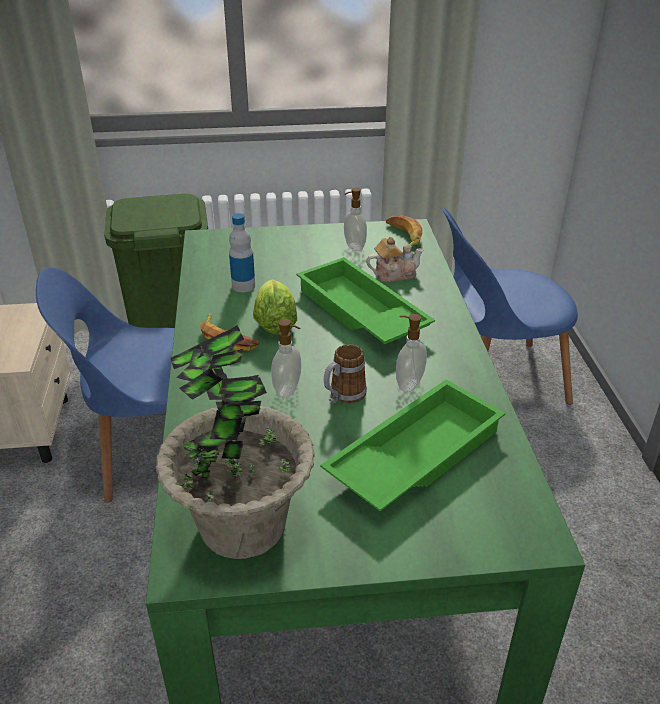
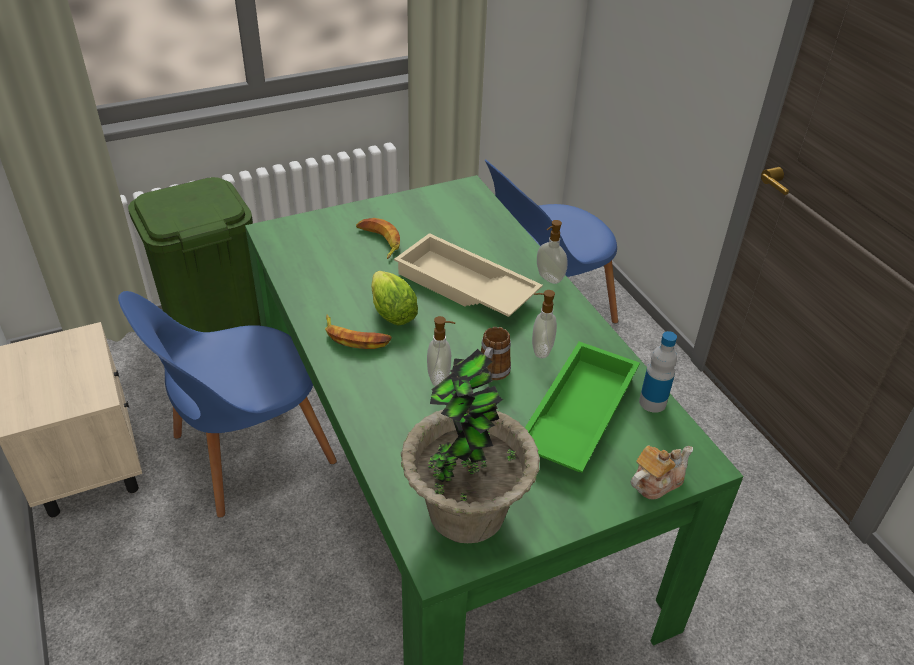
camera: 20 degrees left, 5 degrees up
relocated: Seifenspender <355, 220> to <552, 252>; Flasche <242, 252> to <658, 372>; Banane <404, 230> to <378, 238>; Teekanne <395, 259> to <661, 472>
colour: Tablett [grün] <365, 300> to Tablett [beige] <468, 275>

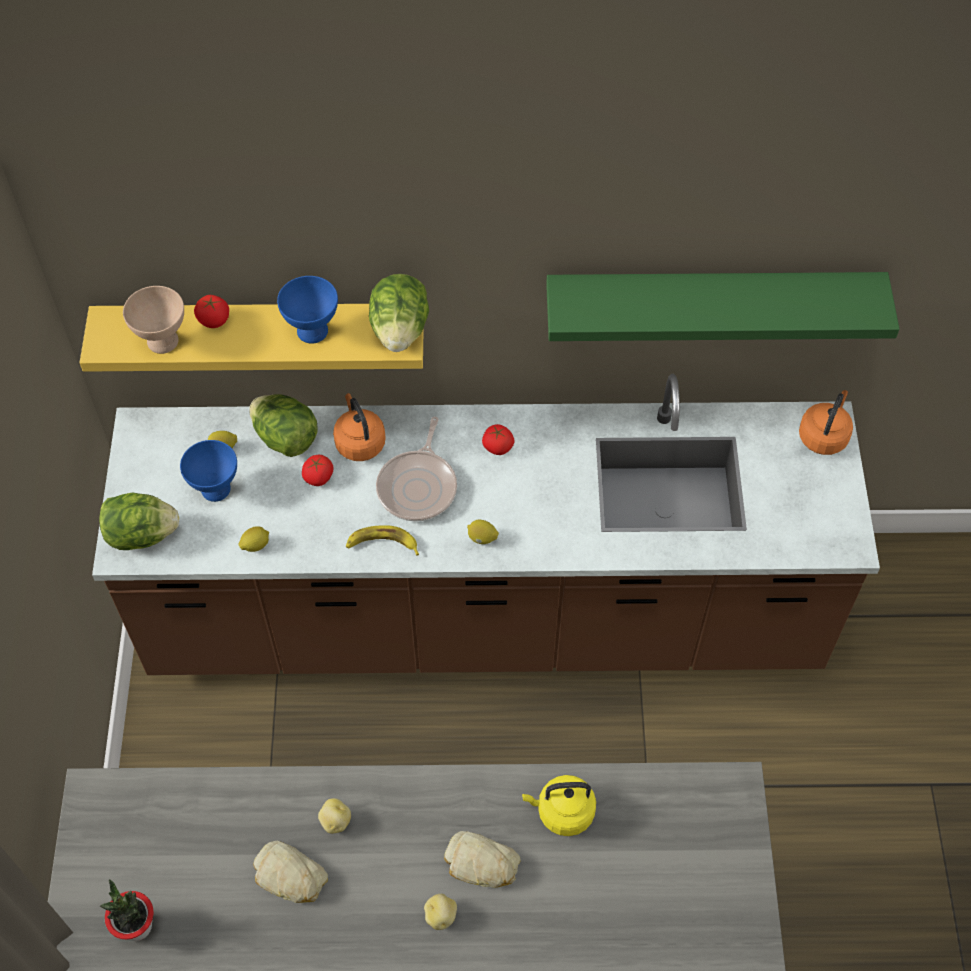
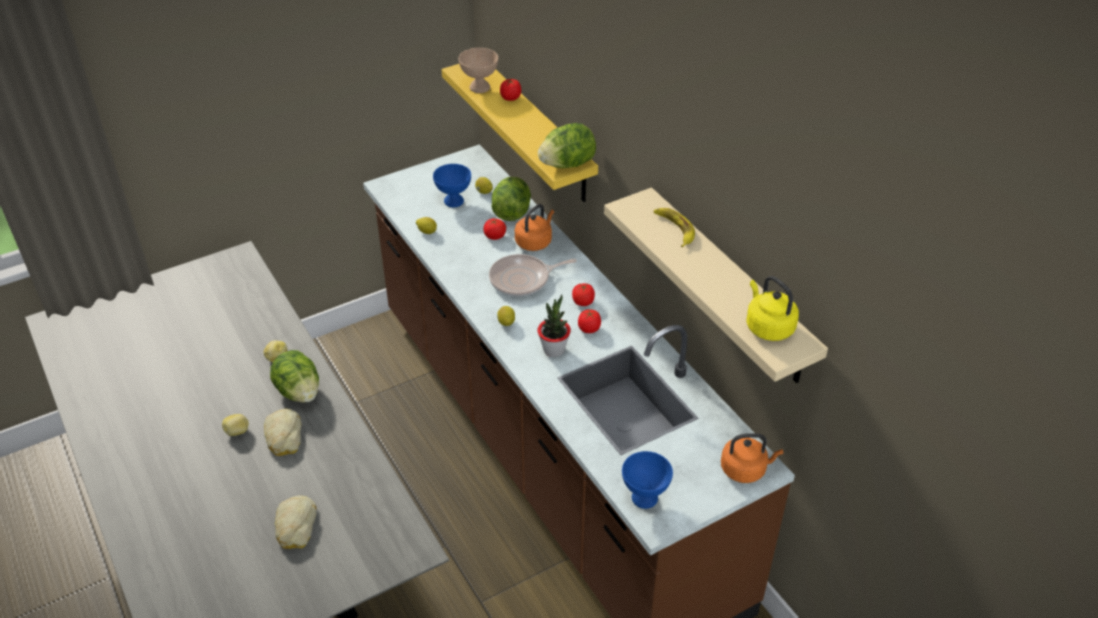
camera: 60 degrees right, 15 degrees down
appeared: Tomate <589, 321>
relocated: Schüssel [blau] <307, 310> to <647, 480>; Salatkopf <139, 521> to <294, 376>; Banane <382, 540> to <674, 227>; Wasserkessel [gelb] <559, 805> to <772, 308>; Brot <290, 872> to <295, 522>; Topfpflanze <126, 910> to <554, 325>
colour: Wandregal [grün] <723, 306> to Wandregal [beige] <716, 285>

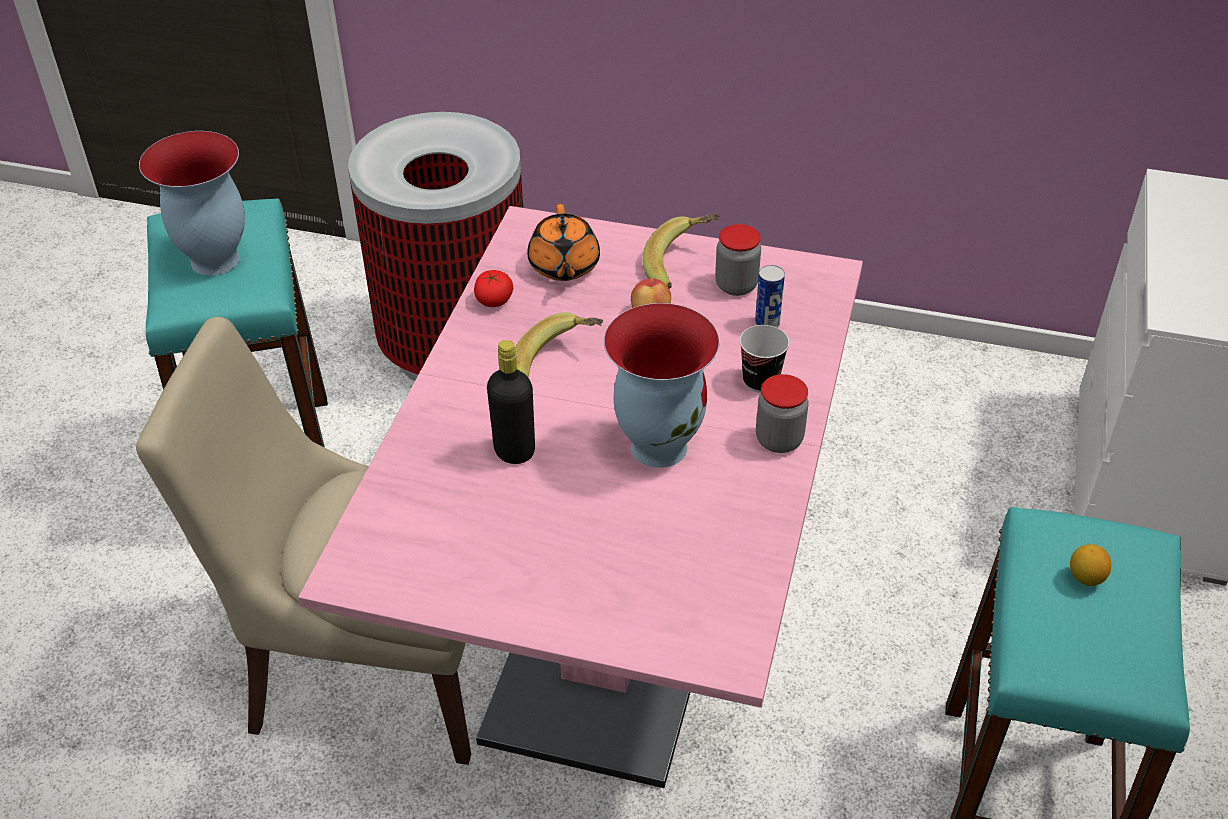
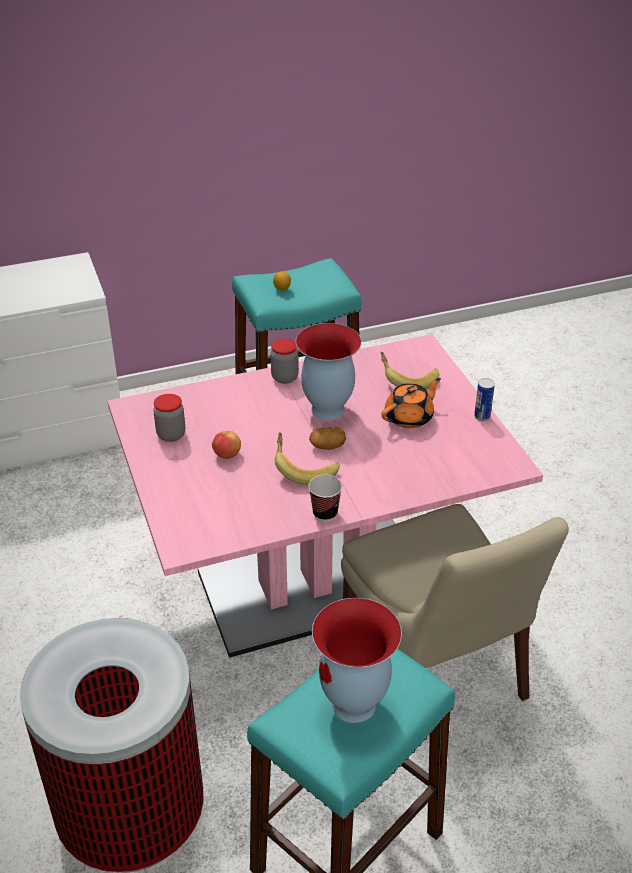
camera: 125 degrees left, 5 degrees down
missing: Tomate <493, 288>; Flasche [schwarz] <511, 402>
appeared: Kartoffel <327, 438>
relocated: Teekanne [orange] <563, 242> to <411, 403>; Banane <681, 251> to <409, 371>; Dose <770, 296> to <484, 399>; Tasse <764, 359> to <325, 498>

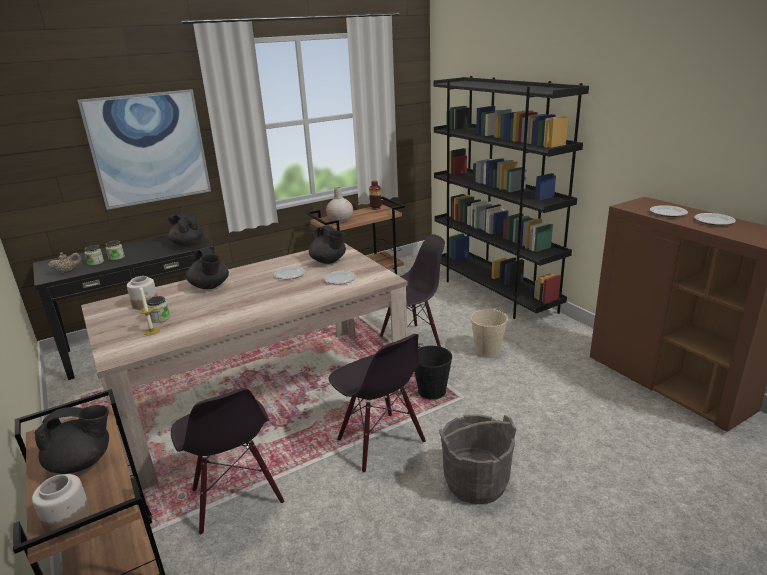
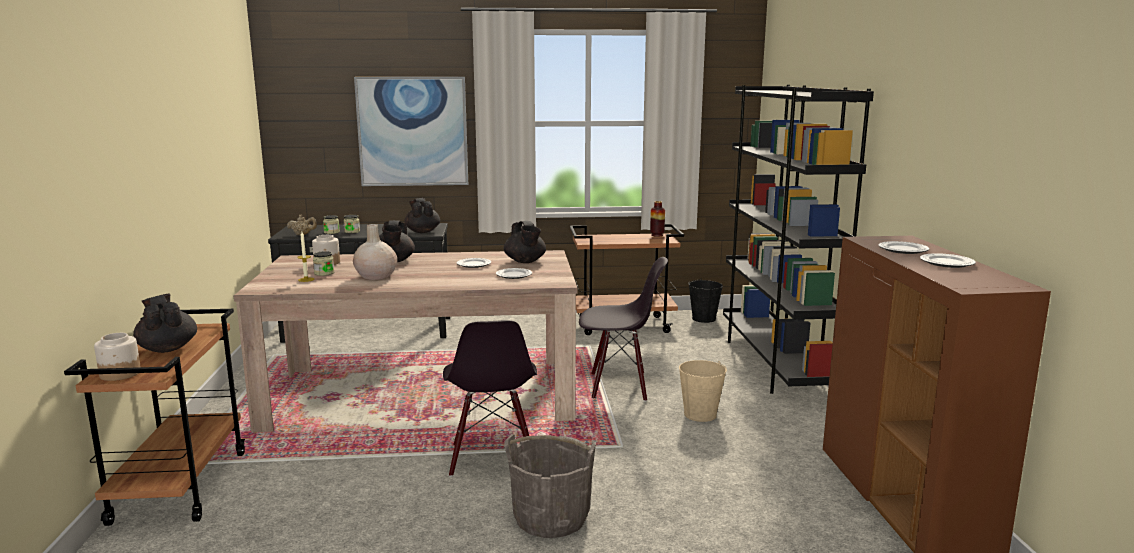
camera: 25 degrees right, 10 degrees down
missing: Stuhl [schwarz] <227, 461>
relocated: Vase [beige] <339, 205> to <375, 252>; Eimer [schwarz] <433, 373> to <705, 301>
spun: Teekanne [schwarz] <72, 439> = <165, 323> 135 degrees counterclockwise

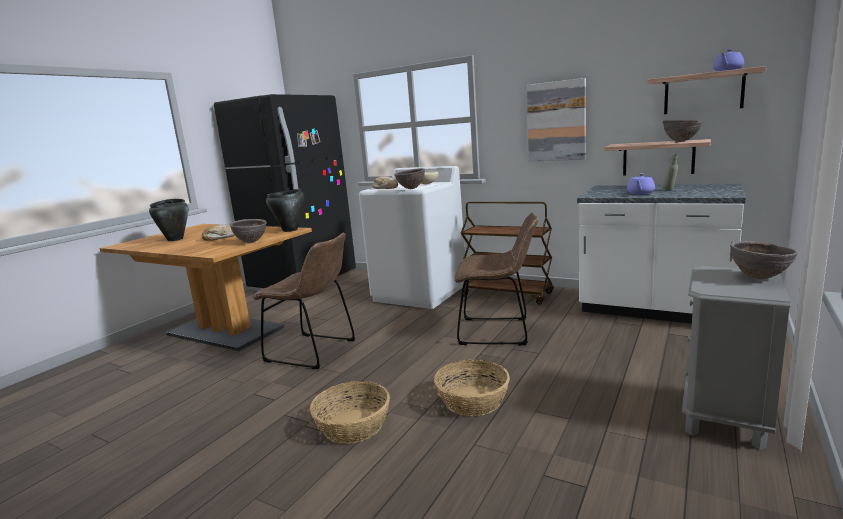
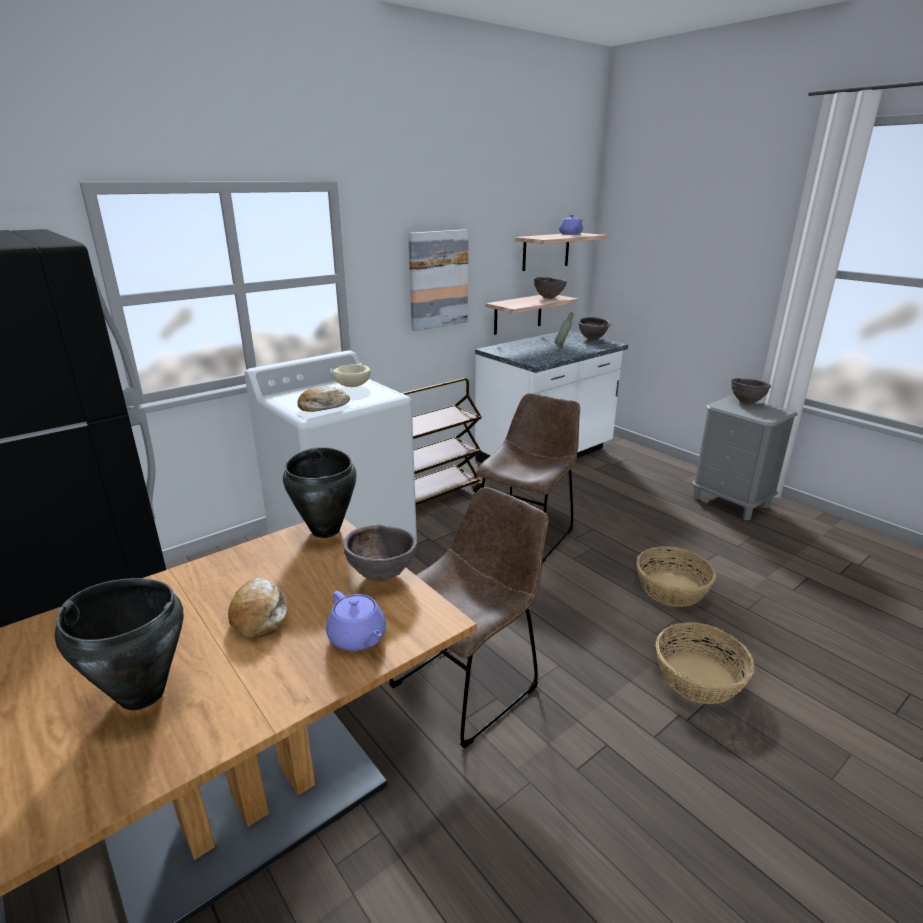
camera: 70 degrees left, 10 degrees up
relocated: Schüssel [braun] <409, 178> to <594, 328>; Teekanne [lila] <641, 184> to <356, 621>

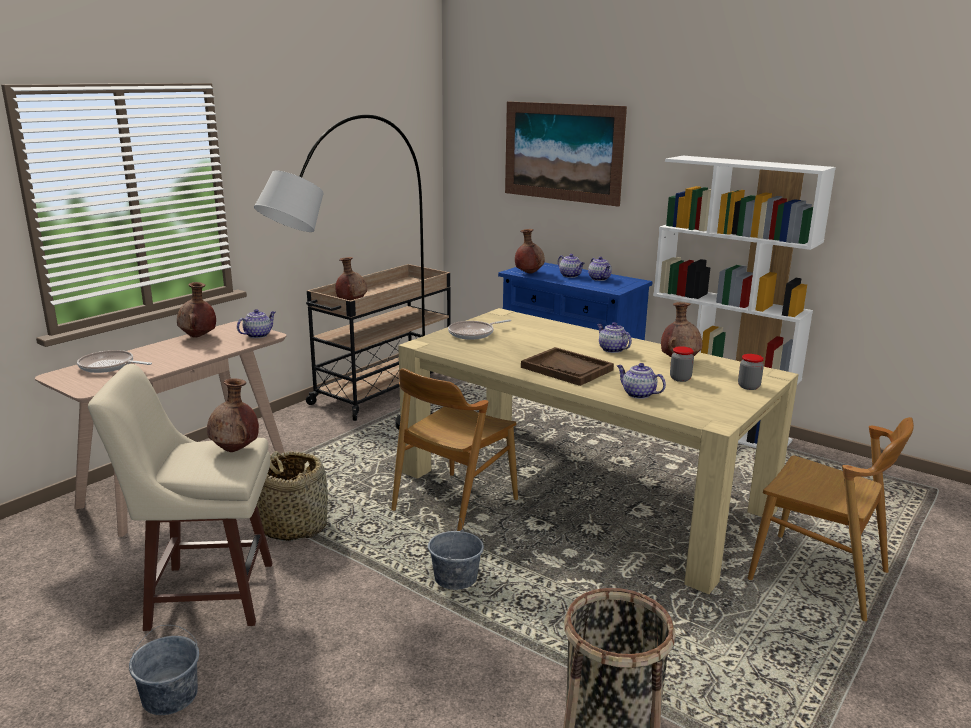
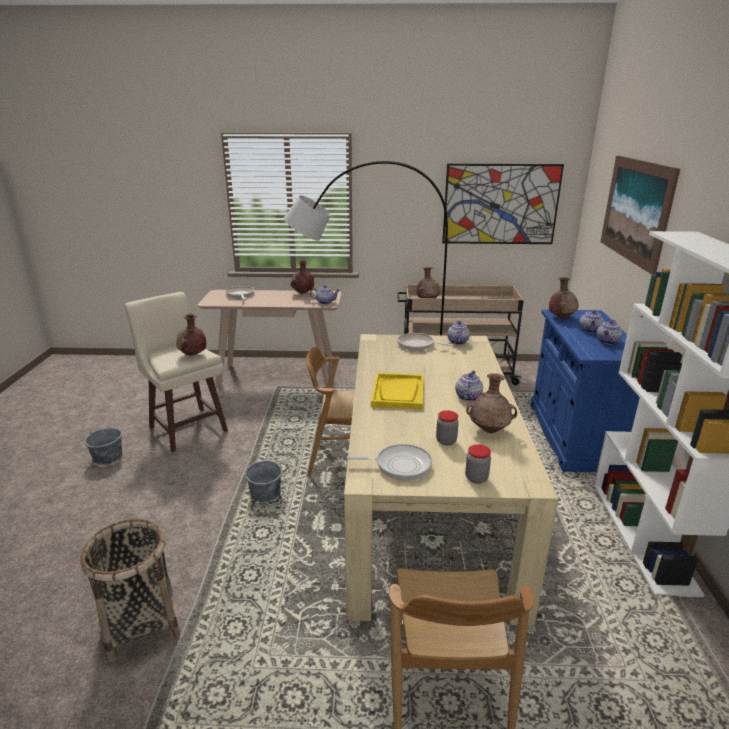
camera: 55 degrees right, 5 degrees up
missing: Korb <292, 496>
appeared: Bild <503, 204>; Pfanne <389, 462>
relocated: Teekanne <641, 381> to <458, 333>
colour: Tablett [braun] <567, 366> to Tablett [gelb] <397, 391>

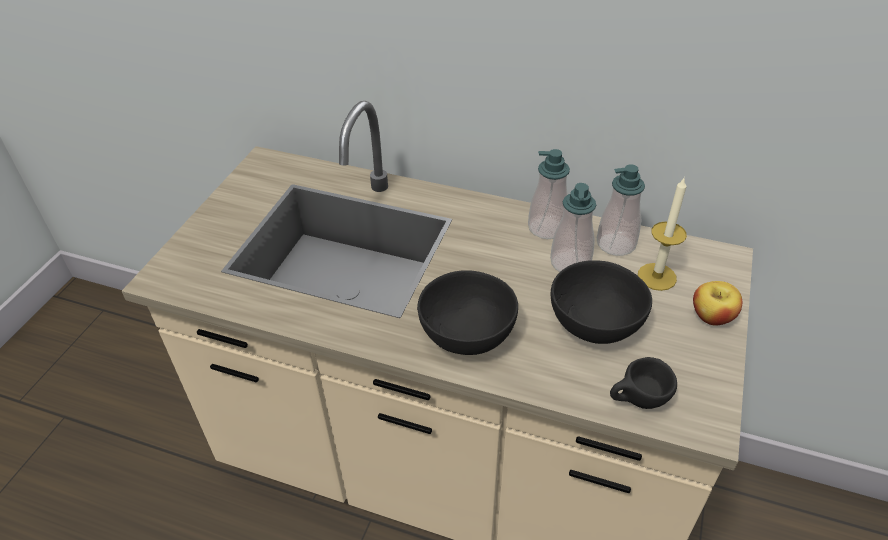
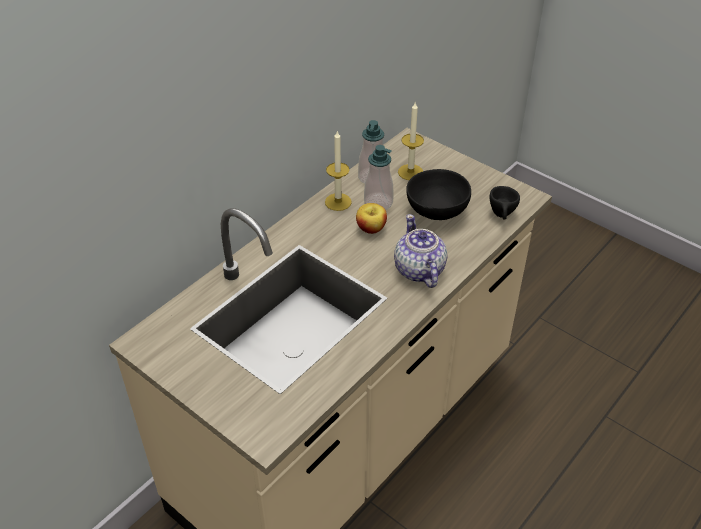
camera: 70 degrees left, 0 degrees up
relocated: Apfel <717, 303> to <371, 218>
exchanged: Seifenspender <549, 194> to Kerze <338, 170>; Schüssel [schwarz] <467, 312> to Teekanne <420, 251>

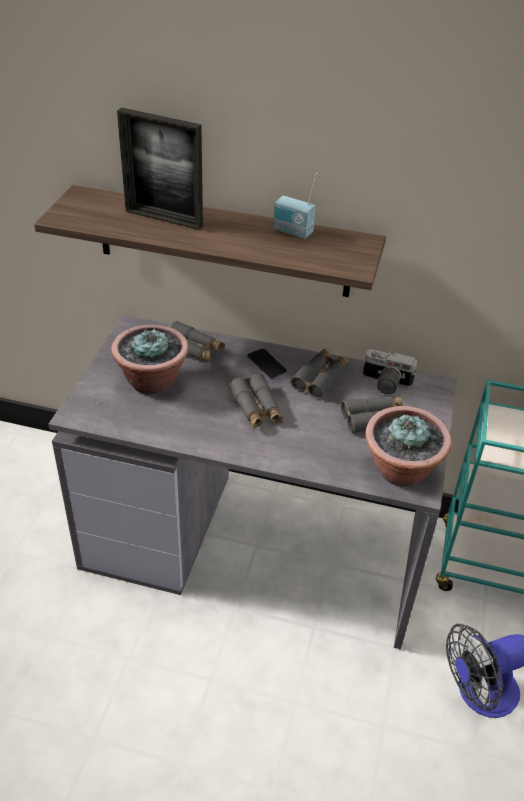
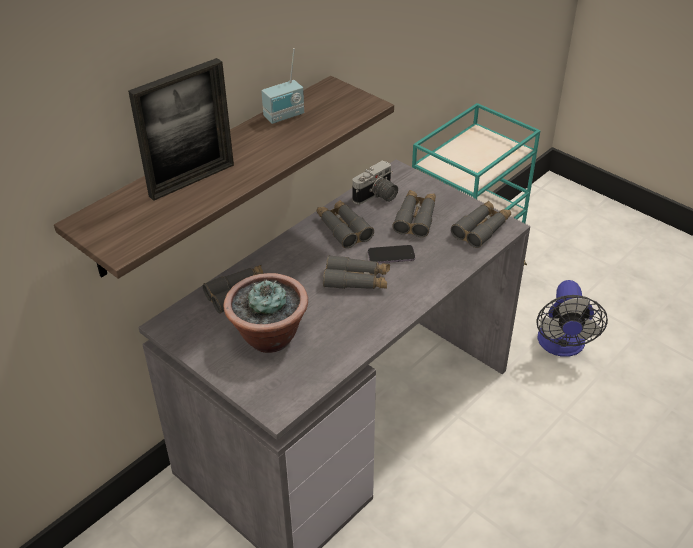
camera: 60 degrees left, 0 degrees up
relocated: Handy <267, 364> to <391, 254>
exchanged: Topfpflanze <408, 446> to Fernglas [grau] <481, 224>

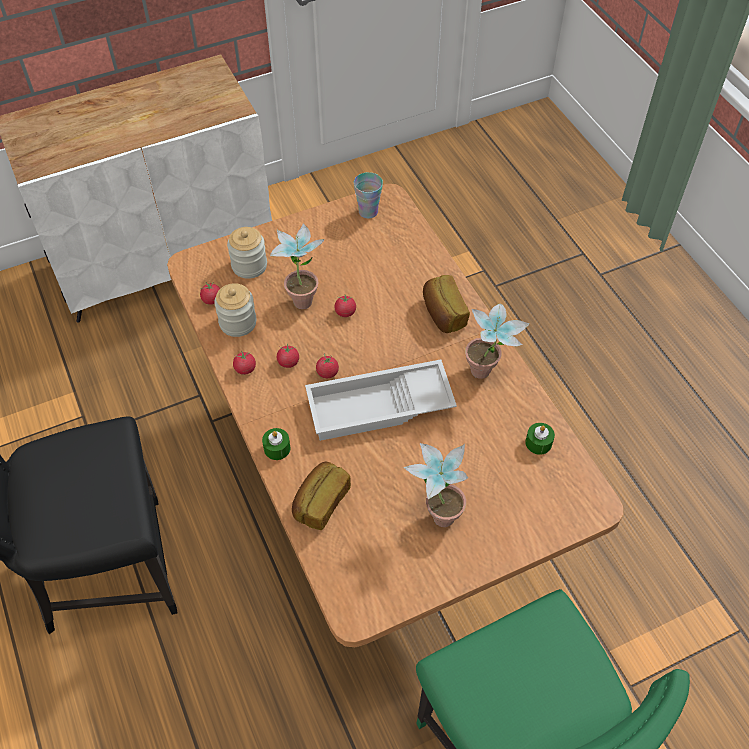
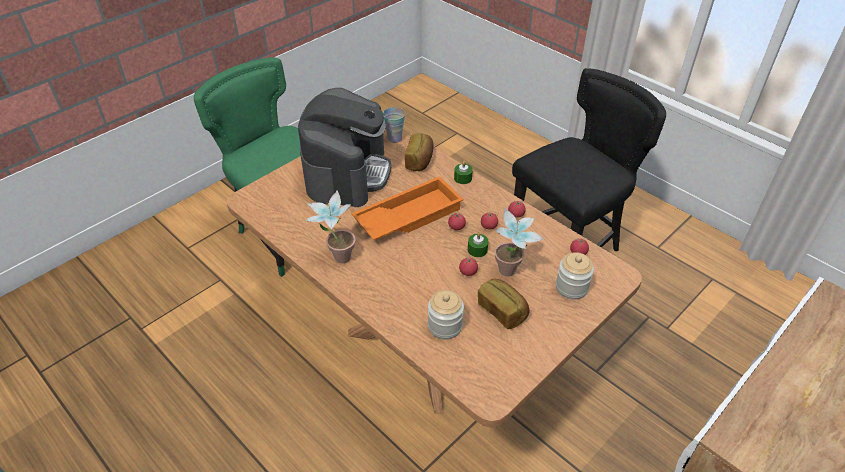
camera: 160 degrees right, 10 degrees down
relocated: Tasse <368, 195> to <394, 125>; Brot <446, 304> to <503, 304>; Vorratsglas <235, 310> to <446, 315>; Kerze [grün] <540, 439> to <478, 245>
exchanged: Topfpflanze <435, 485> to Kaffeemaschine <344, 147>
colour: Tablett [weiß] <381, 400> to Tablett [orange] <407, 208>

